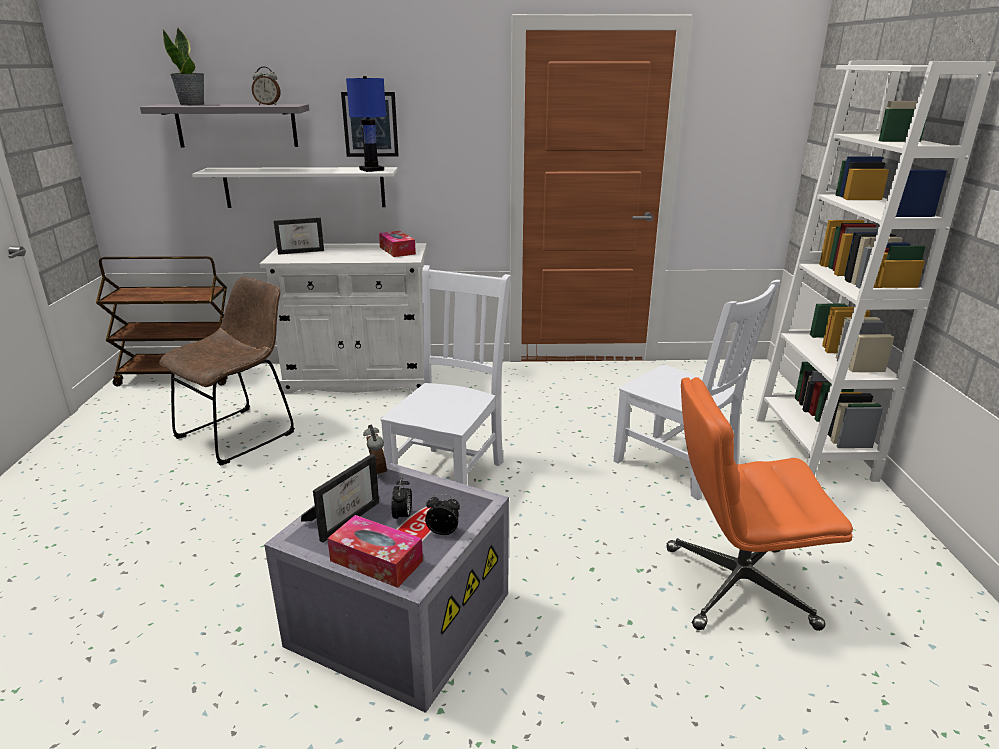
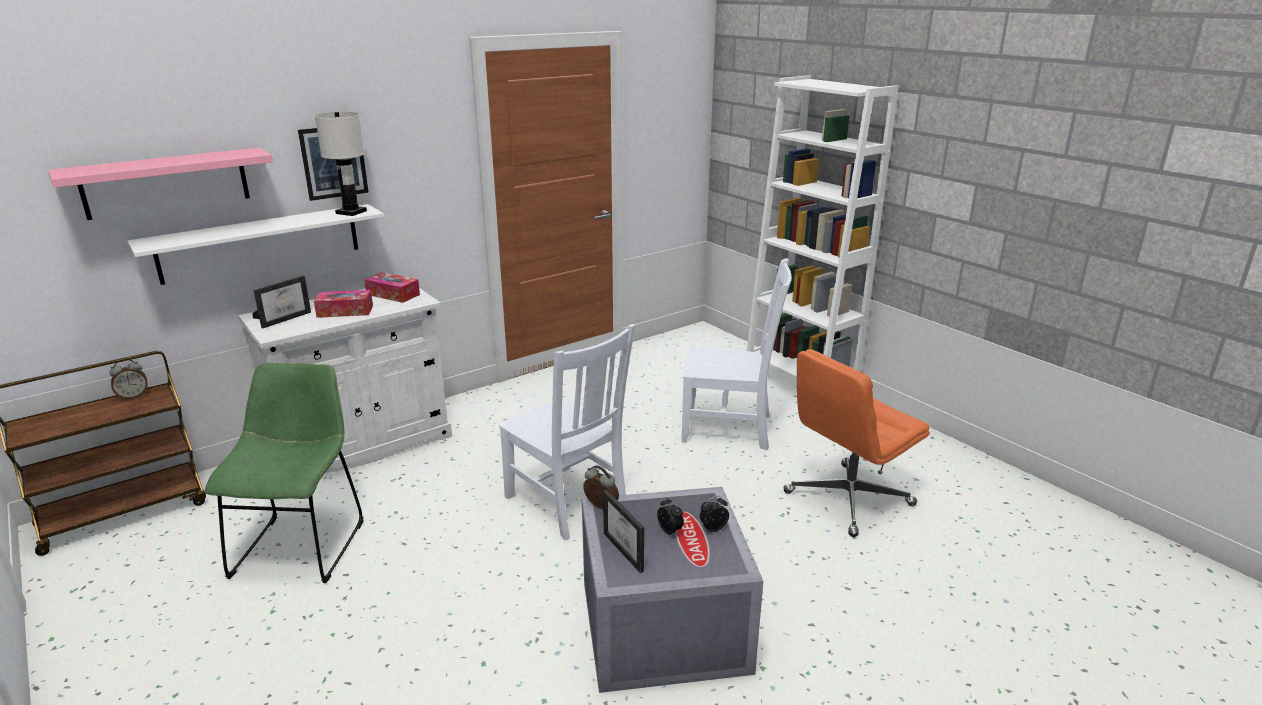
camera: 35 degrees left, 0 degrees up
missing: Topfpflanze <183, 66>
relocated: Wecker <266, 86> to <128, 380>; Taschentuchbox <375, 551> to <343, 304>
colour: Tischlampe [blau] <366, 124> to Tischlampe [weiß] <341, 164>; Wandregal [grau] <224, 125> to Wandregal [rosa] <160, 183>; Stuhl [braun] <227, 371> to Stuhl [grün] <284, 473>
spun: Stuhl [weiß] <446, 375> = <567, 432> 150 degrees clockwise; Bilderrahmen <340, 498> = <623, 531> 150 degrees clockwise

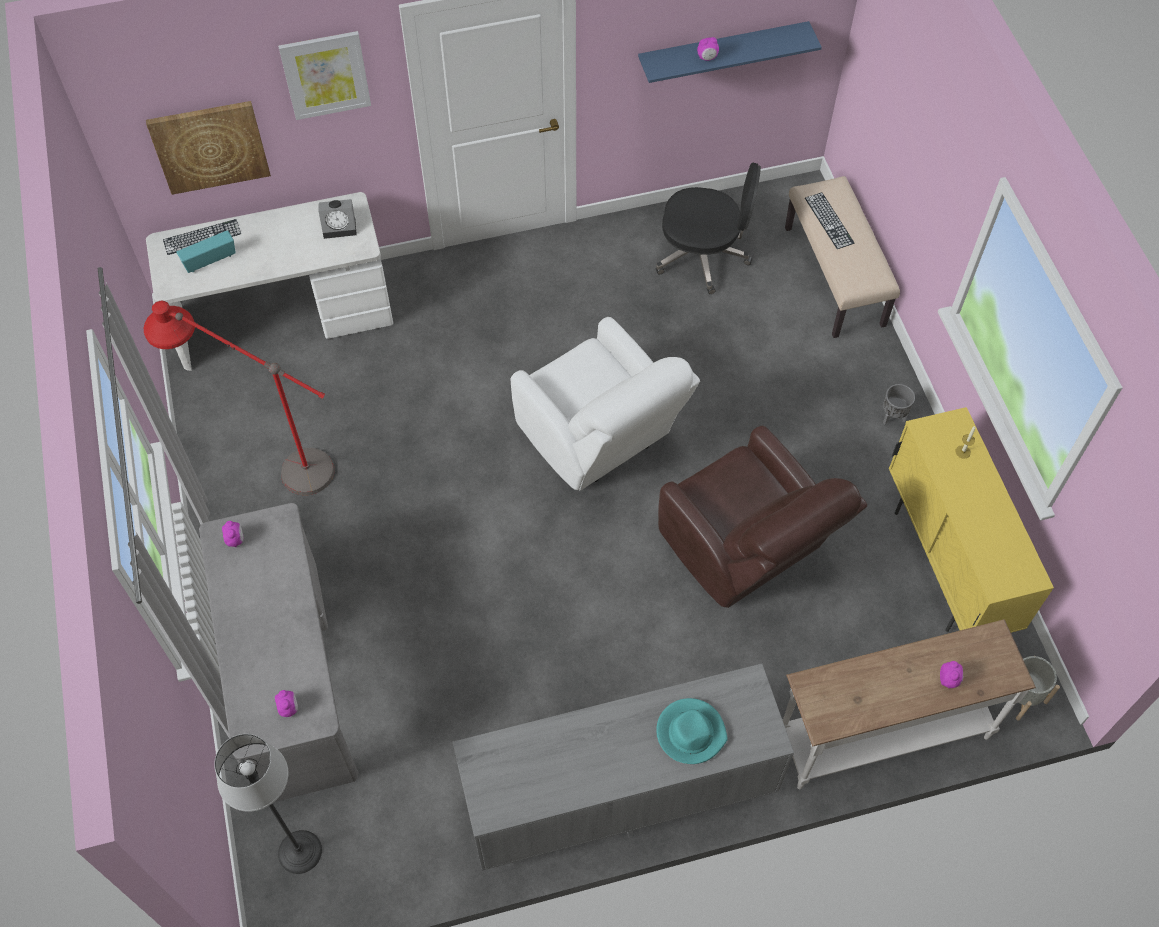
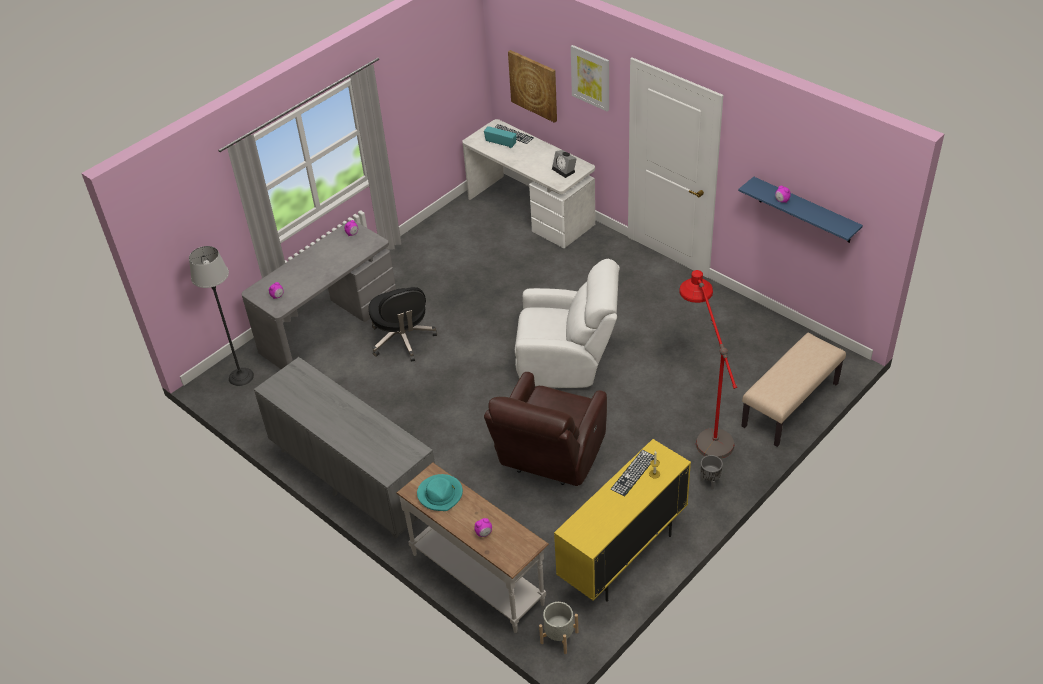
camera: 60 degrees right, 15 degrees down
relocated: Bürostuhl [schwarz] <708, 228> to <402, 324>; Tastatur <829, 220> to <632, 473>; Stehlampe [rot] <239, 398> to <708, 364>; Hut [türkis] <692, 731> to <440, 492>
spun: Sessel [weiß] <605, 404> = <567, 323> 105 degrees counterclockwise

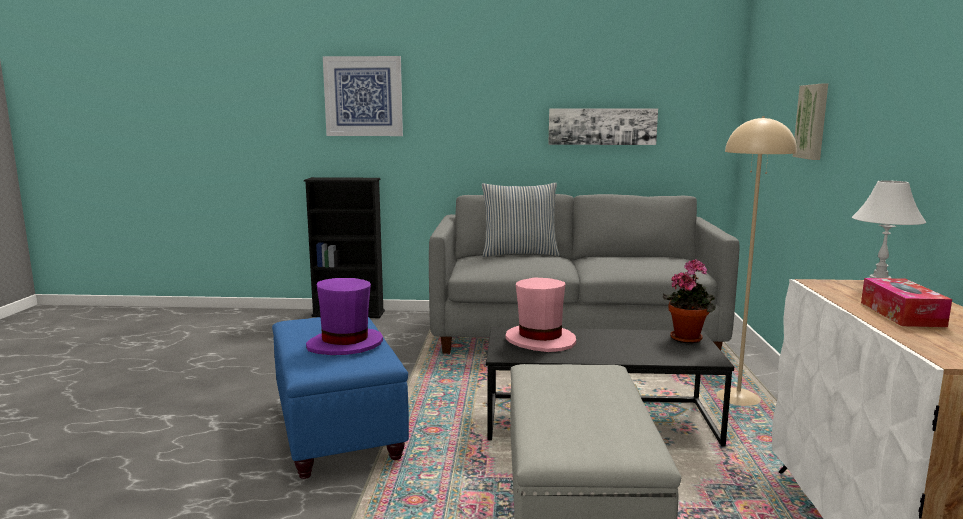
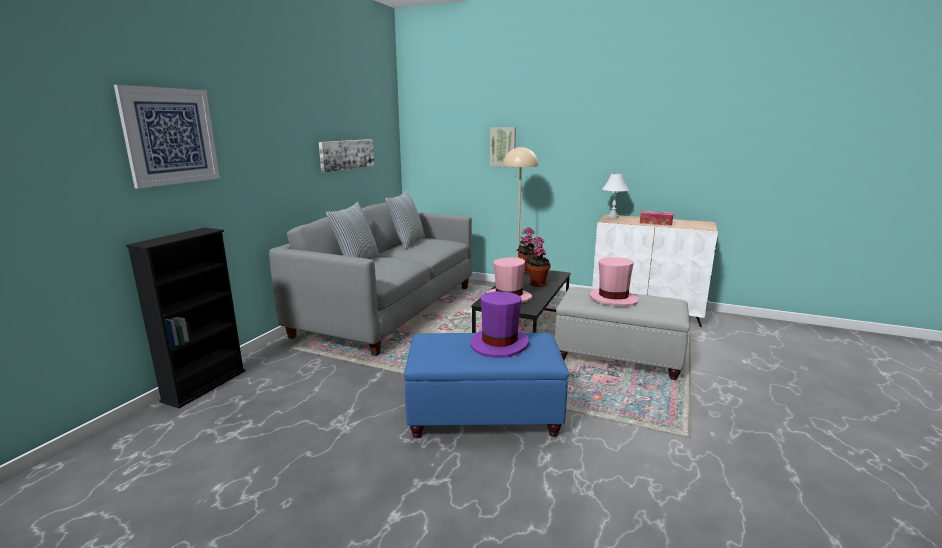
camera: 70 degrees left, 5 degrees up
appeared: Kissen <405, 219>; Topfpflanze <538, 262>; Hut [rosa] <614, 281>

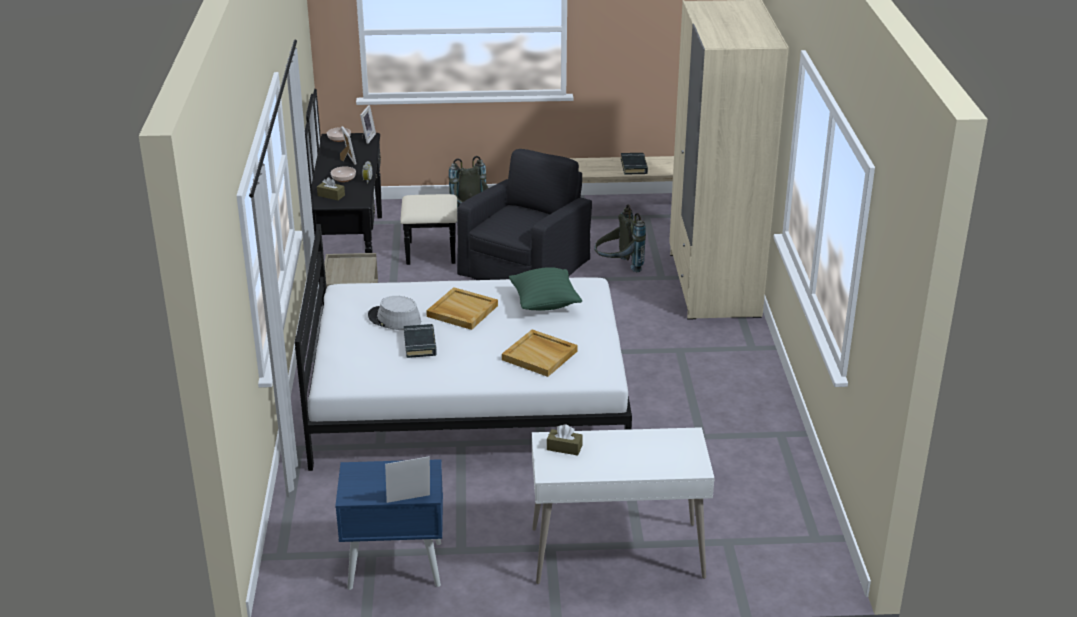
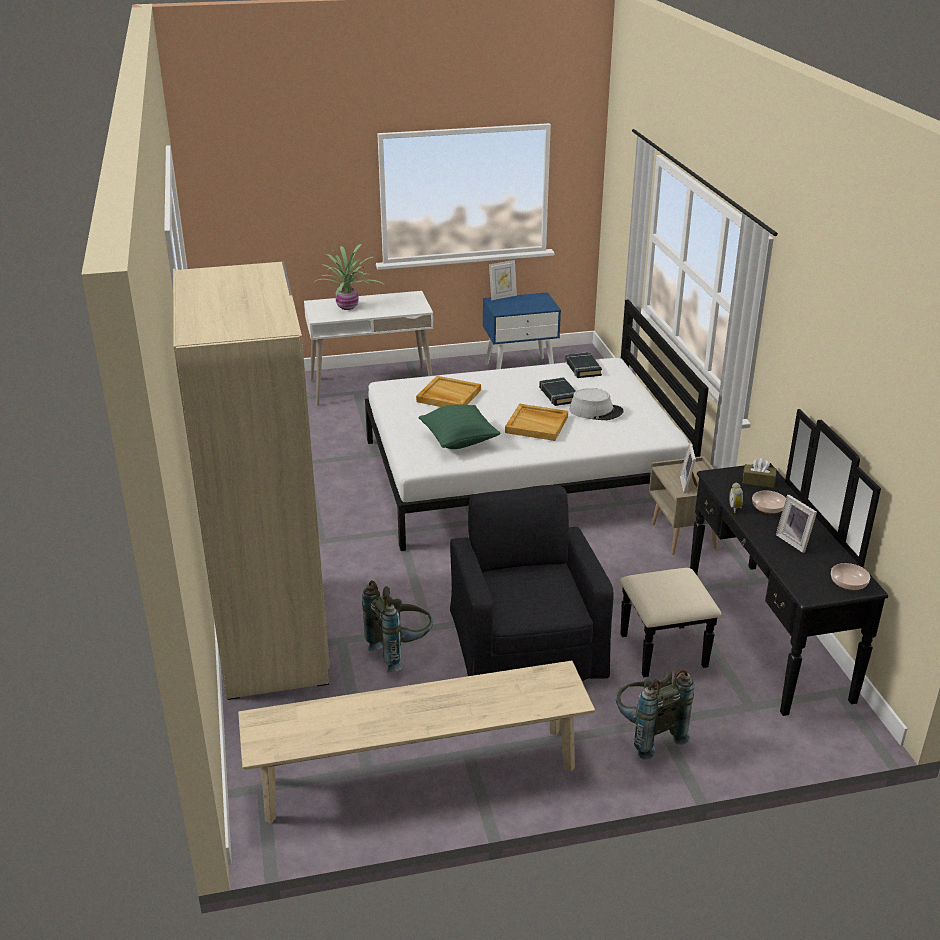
camera: 170 degrees right, 0 degrees up
missing: Taschentuchbox [braun] <565, 440>
appeared: Topfpflanze <350, 277>
relocated: Bilderrahmen <368, 124> to <688, 468>; Buch [schwarz] <634, 164> to <583, 365>
spun: Sessel [schwarz] <524, 214> = <532, 583> 150 degrees clockwise

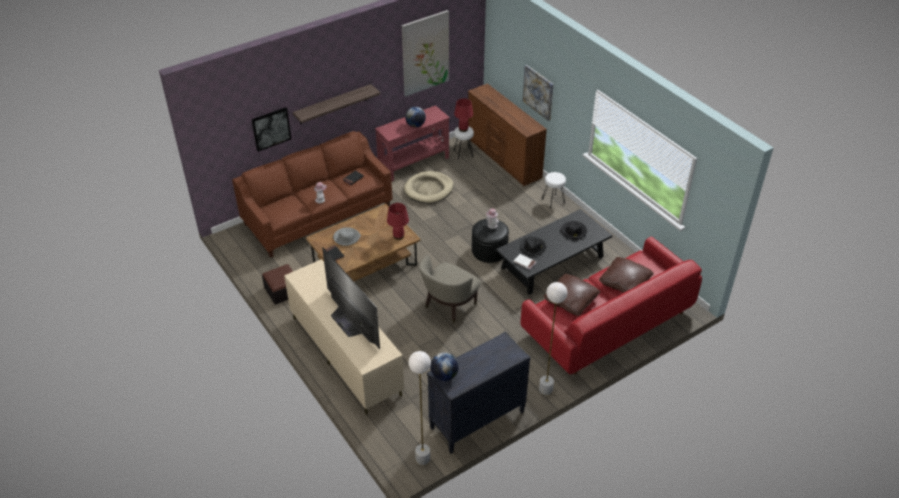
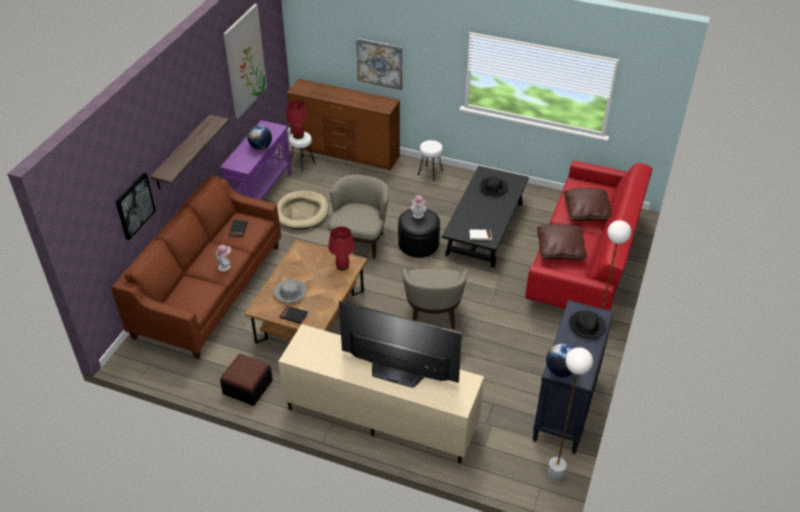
camera: 35 degrees left, 0 degrees up
appeared: Sessel [beige] <358, 216>
relocated: Hut [schwarz] <533, 246> to <587, 325>
colour: Konsolentisch [rot] <412, 143> to Konsolentisch [lila] <256, 160>

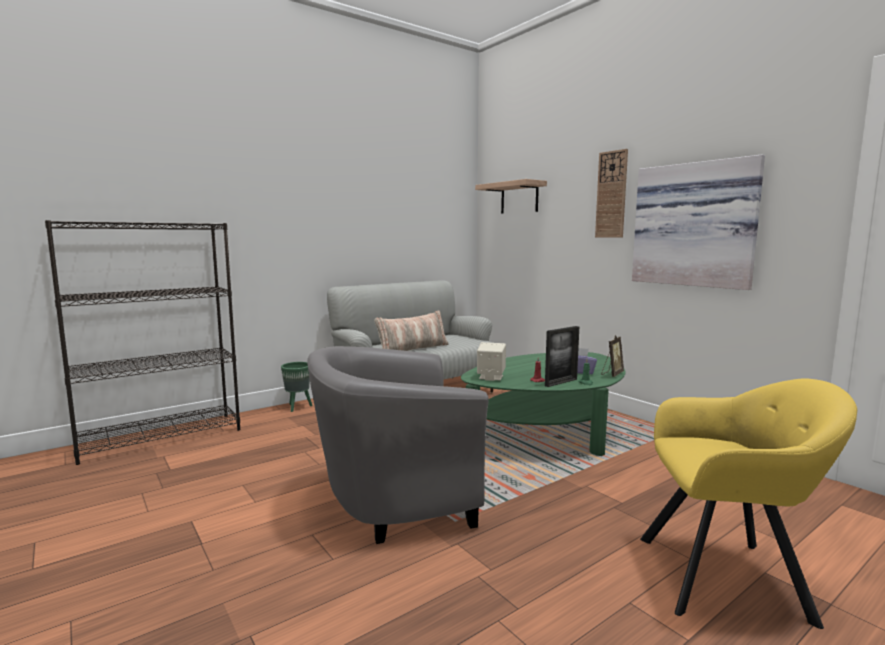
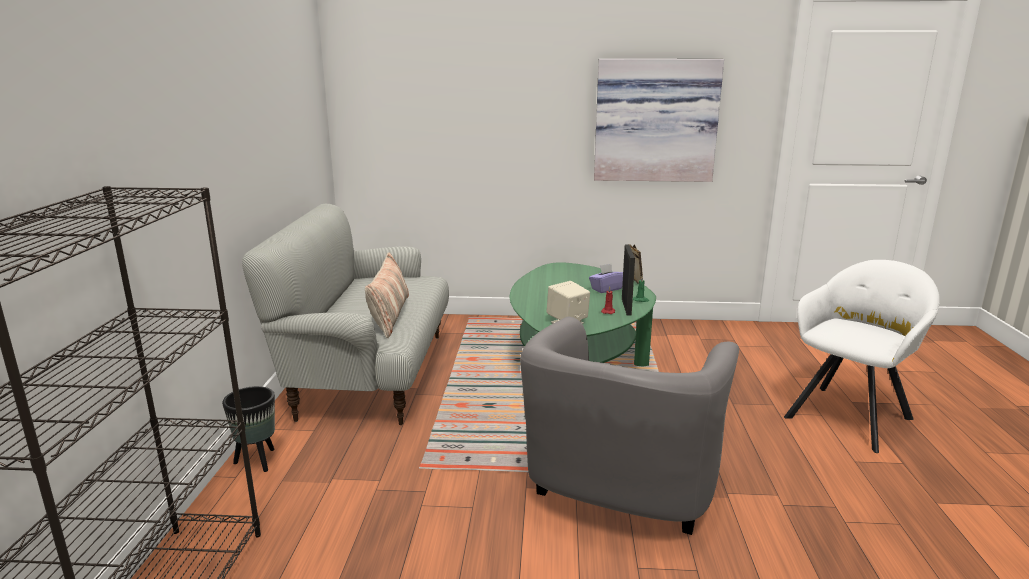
camera: 50 degrees left, 10 degrees up
missing: Wanduhr <611, 193>; Wandregal <511, 196>
colour: Pflanzkübel [grün] <297, 387> to Pflanzkübel [schwarz] <248, 429>; Sessel [gelb] <748, 503> to Sessel [weiß] <861, 356>

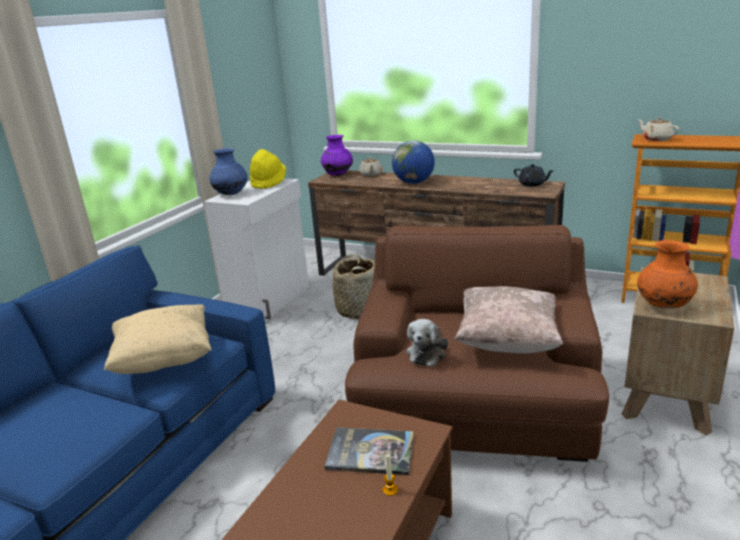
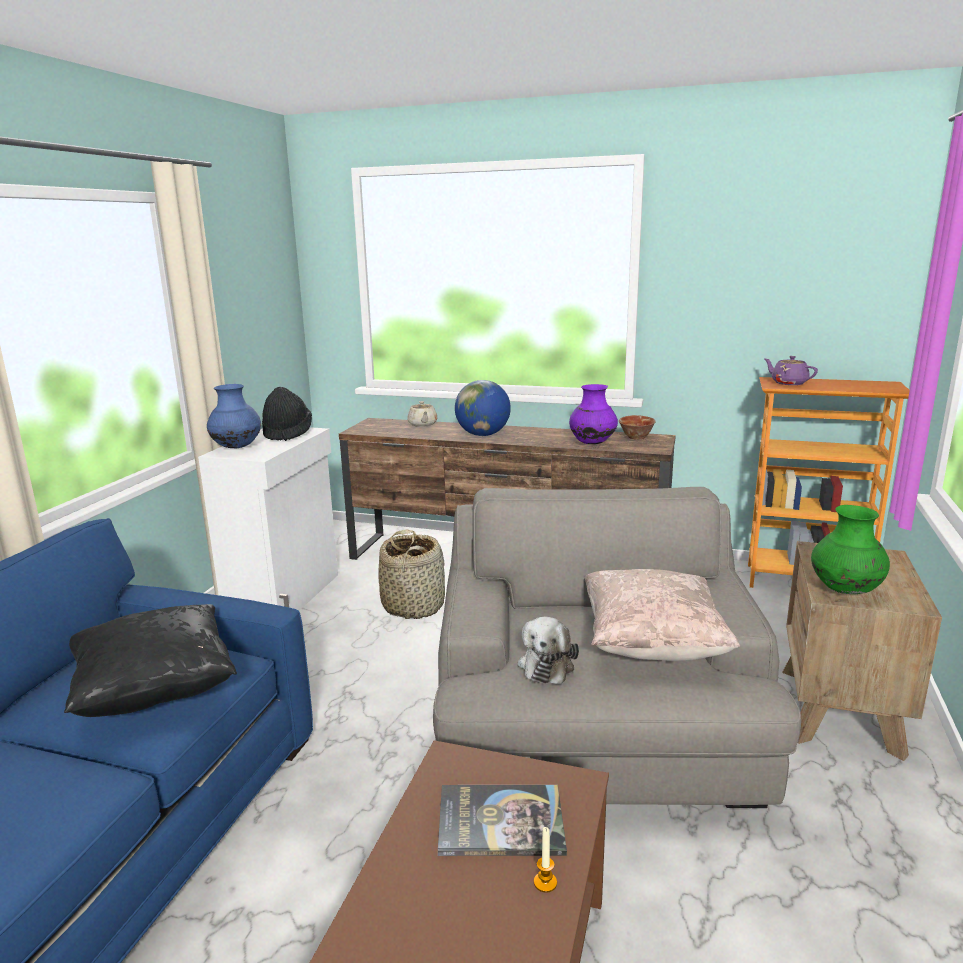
camera: 10 degrees left, 5 degrees down
relocated: Vase [lila] <337, 155> to <593, 414>
exchanged: Teekanne [schwarz] <534, 175> to Schüssel <637, 427>
colour: Teekanne [beige] <658, 129> to Teekanne [lila] <791, 370>; Hut [gelb] <268, 169> to Hut [schwarz] <287, 414>; Sessel [braun] <477, 343> to Sessel [grau] <617, 647>; Vase [orange] <667, 274> to Vase [grün] <850, 549>; Kissen [beige] <158, 339> to Kissen [schwarz] <150, 660>

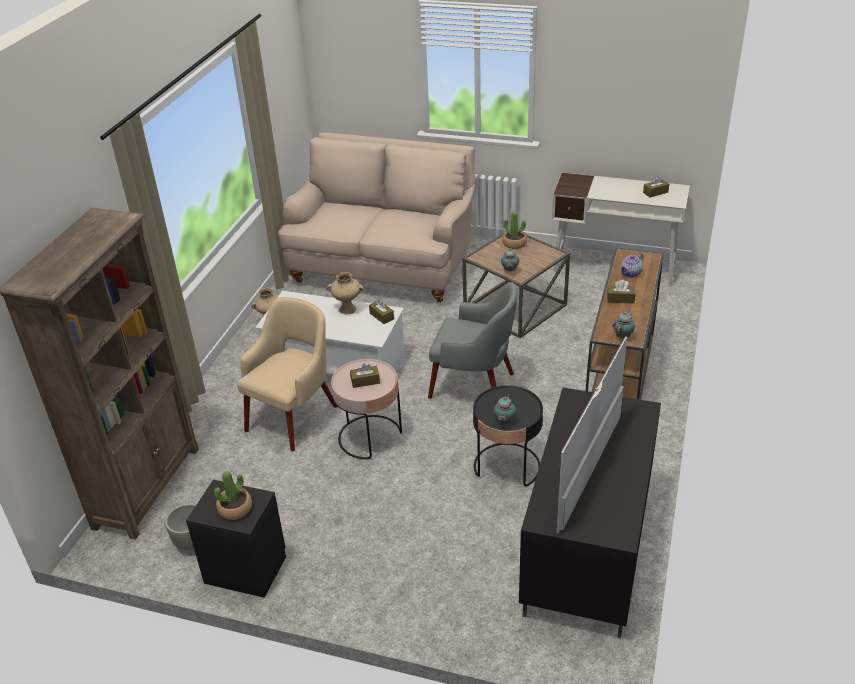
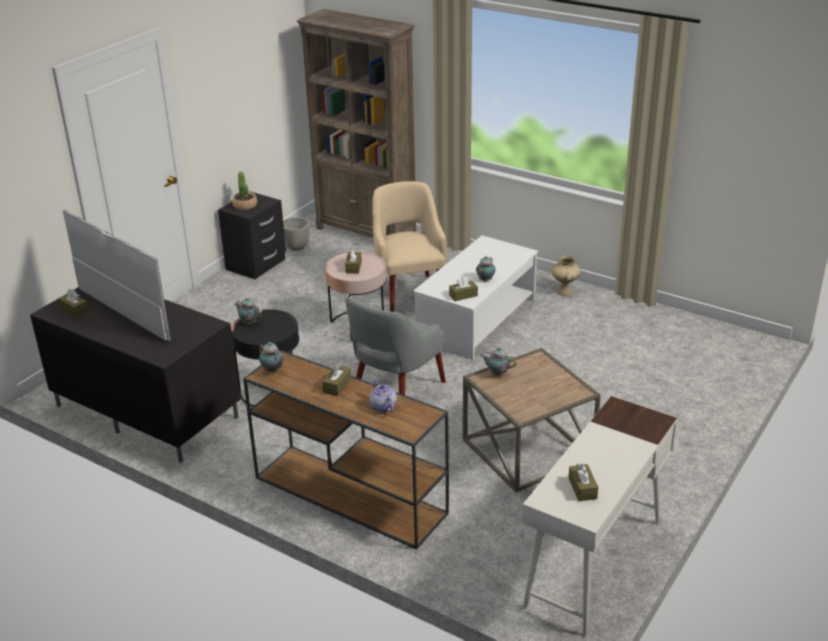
camera: 105 degrees right, 5 degrees down
missing: Sofa [beige] <377, 217>; Topfpflanze <514, 230>
appeared: Taschentuchbox [braun] <73, 303>
exchanged: Vase [beige] <345, 293> to Teekanne <485, 268>
spun: Sessel [beige] <287, 374> = <410, 246> 150 degrees counterclockwise

